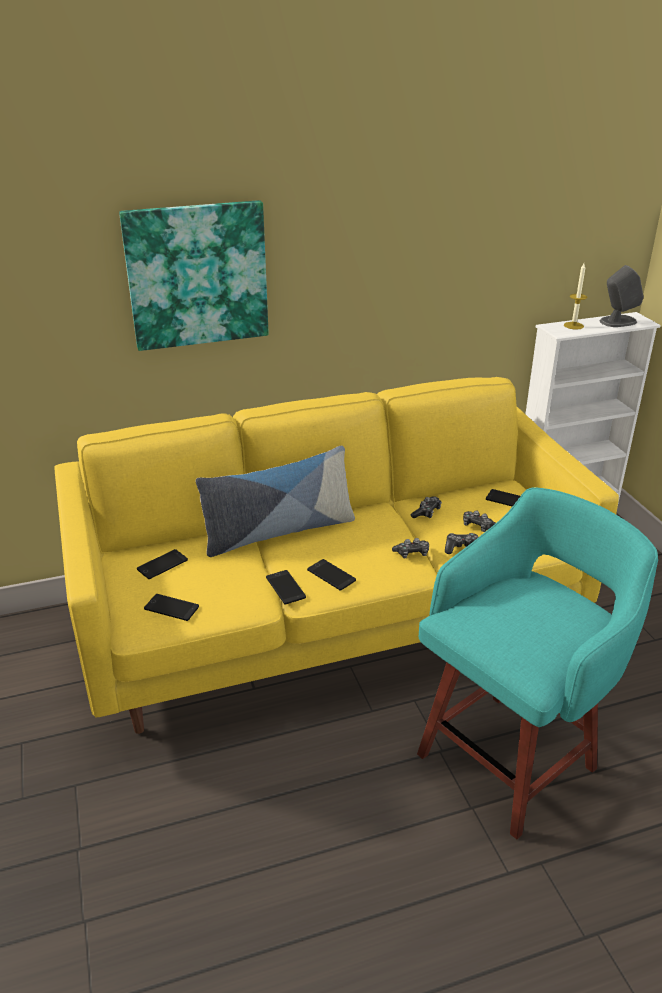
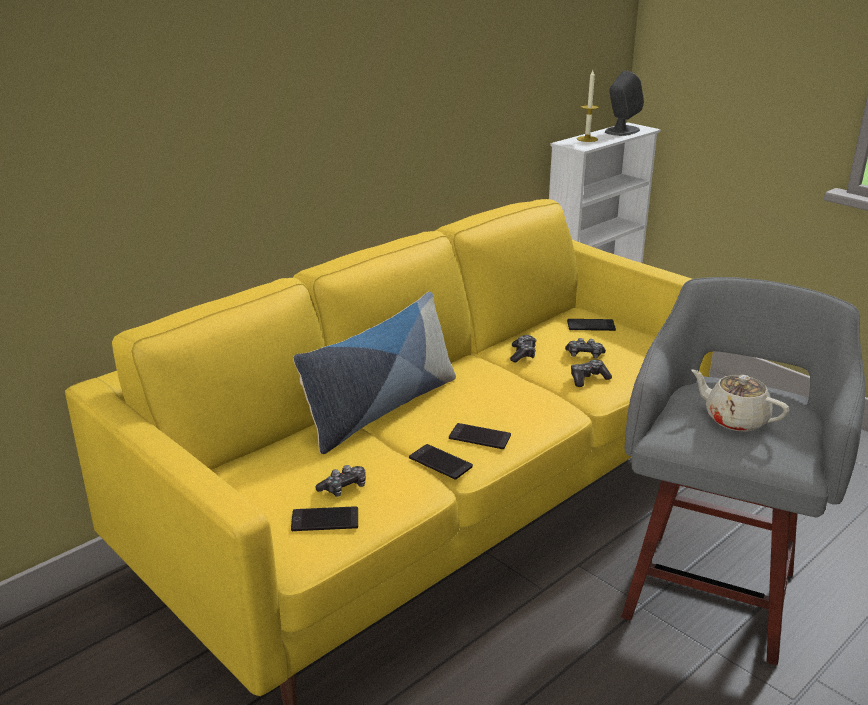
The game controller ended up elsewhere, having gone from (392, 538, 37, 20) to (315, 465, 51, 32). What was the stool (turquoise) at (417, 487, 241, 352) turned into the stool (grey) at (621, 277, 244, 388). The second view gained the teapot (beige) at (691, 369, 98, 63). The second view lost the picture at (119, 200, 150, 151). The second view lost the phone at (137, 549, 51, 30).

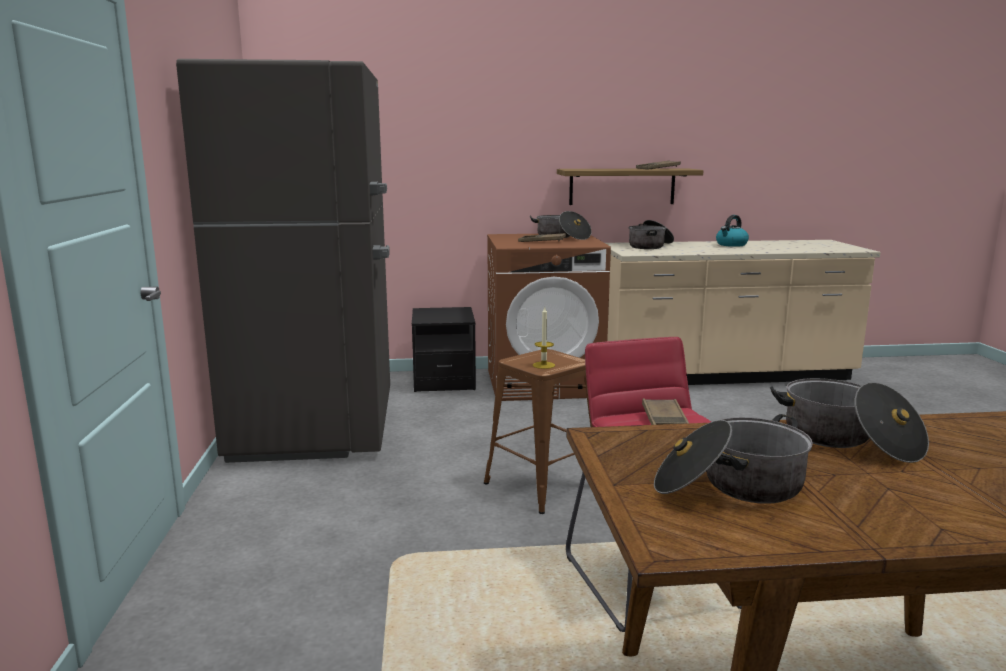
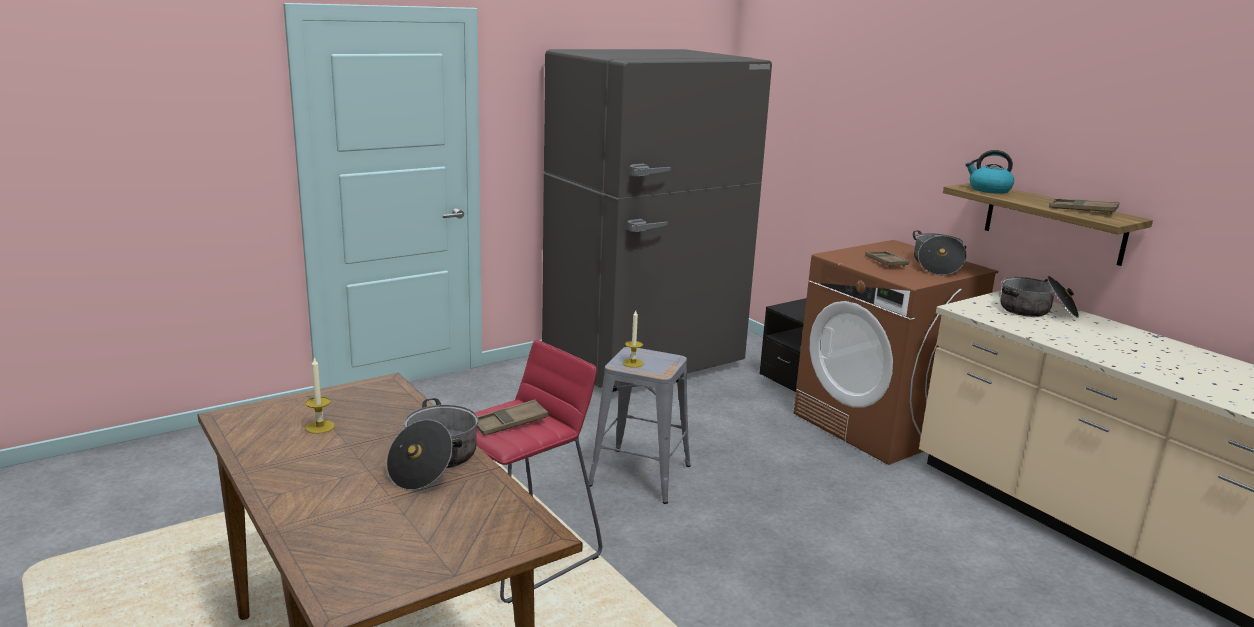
Where the cooking pot stood at (654, 414, 159, 90), the candle came to stand at (305, 357, 30, 77). What was the stool (brown) at (484, 349, 109, 165) turned into the stool (grey) at (589, 347, 102, 157). The kettle ended up elsewhere, having gone from (716, 215, 33, 32) to (965, 150, 49, 44).

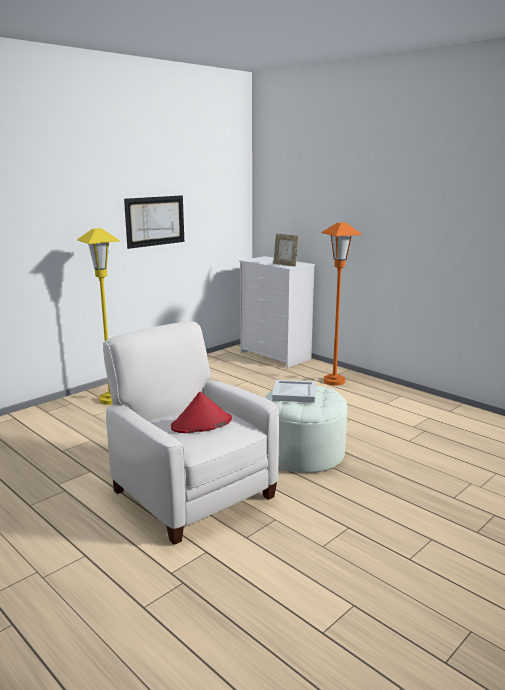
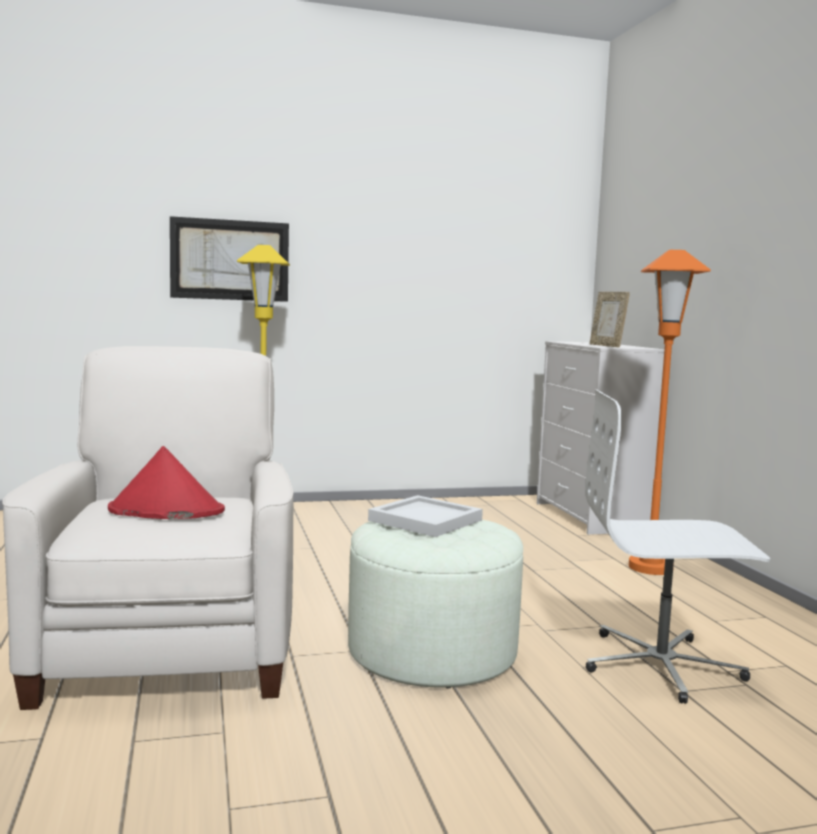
The picture ended up elsewhere, having gone from (124, 195, 60, 54) to (170, 216, 119, 86). The second view gained the office chair (white) at (585, 389, 185, 315).

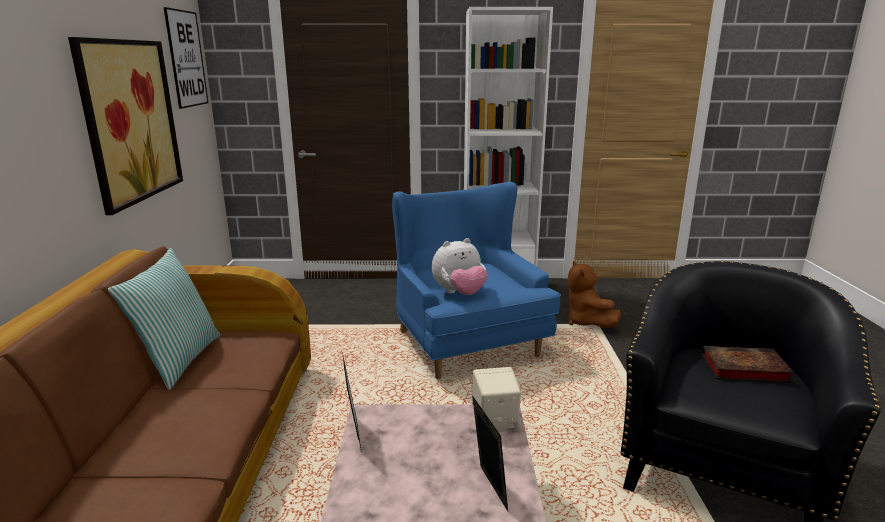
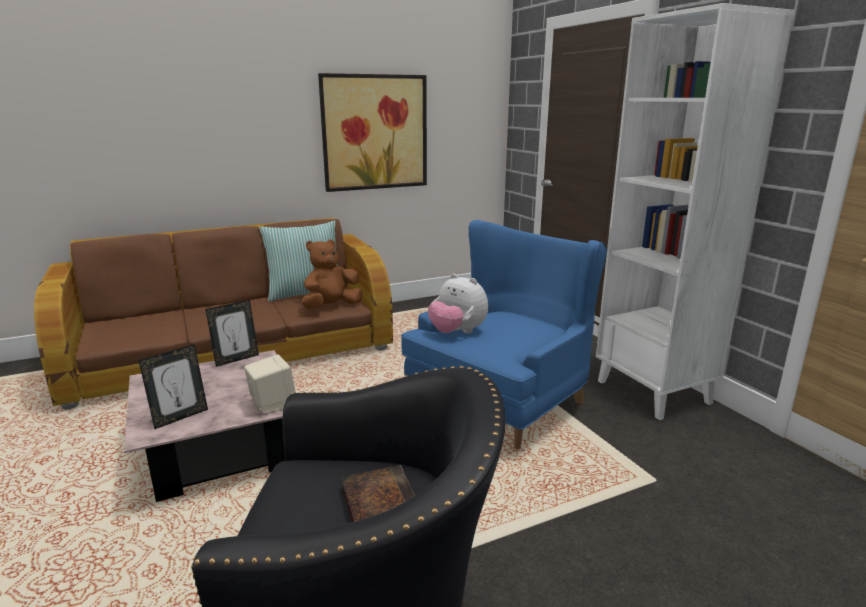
The plush toy (brown) ended up elsewhere, having gone from (568, 261, 53, 67) to (302, 239, 60, 70). The second view lost the picture at (164, 7, 44, 102).

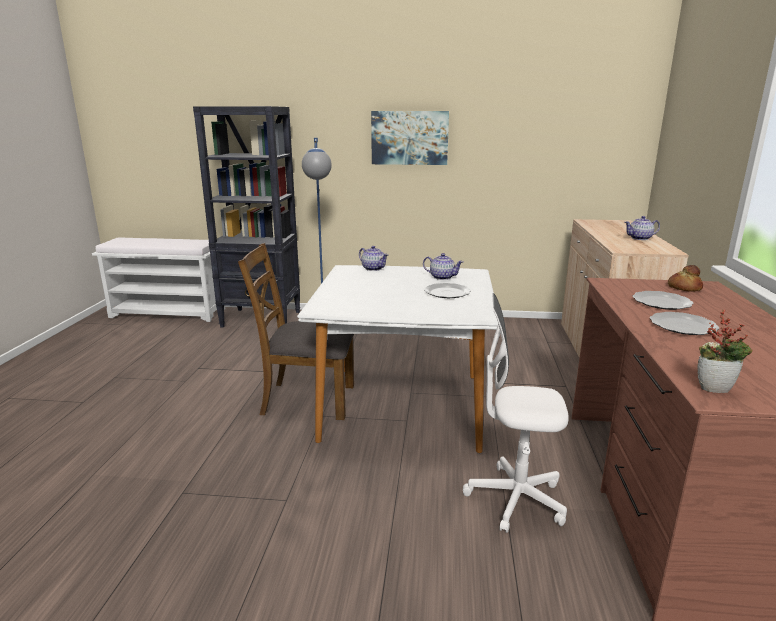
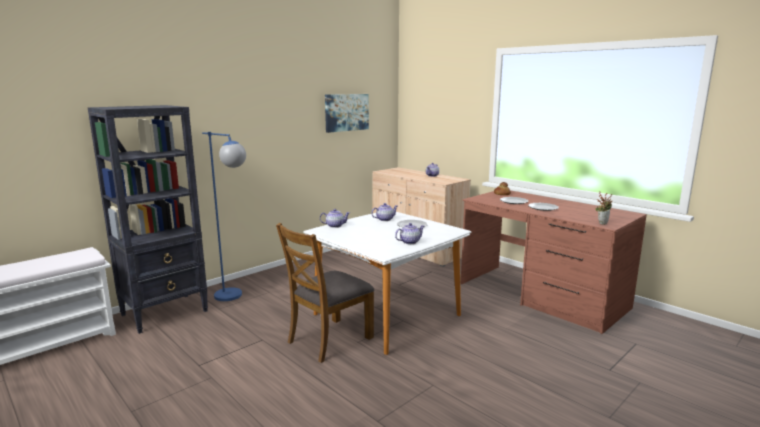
The picture ended up elsewhere, having gone from (371, 111, 78, 54) to (325, 94, 44, 39). The second view gained the teapot at (395, 223, 29, 21). The second view lost the office chair (white) at (463, 293, 106, 240).

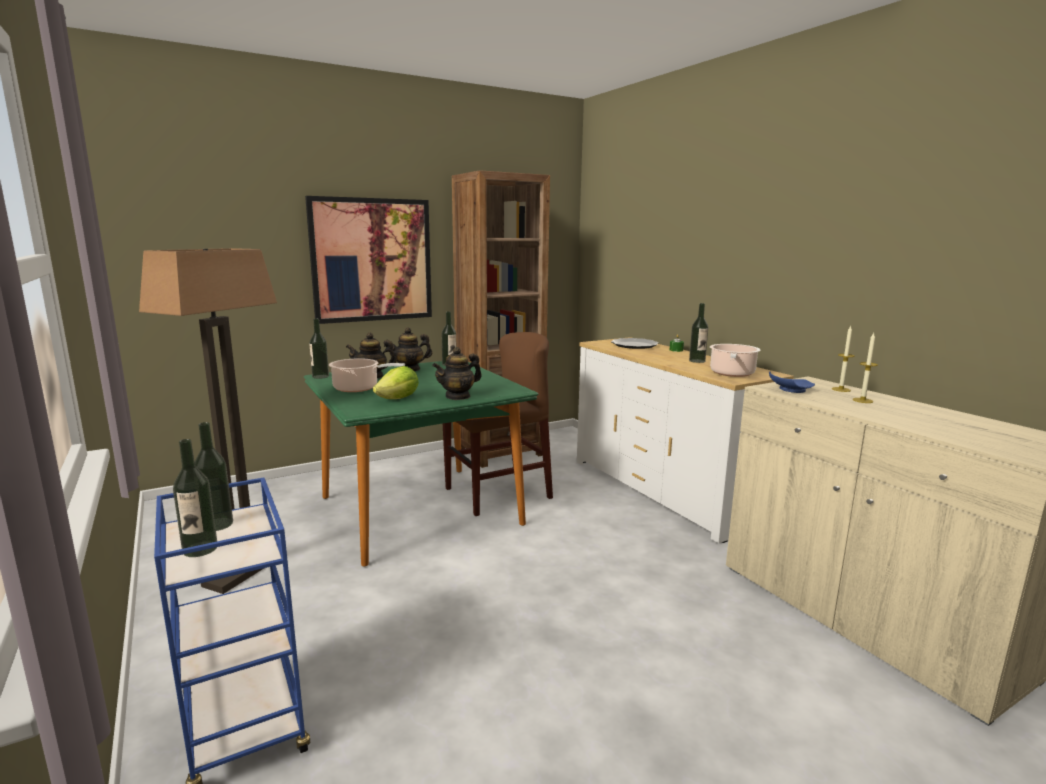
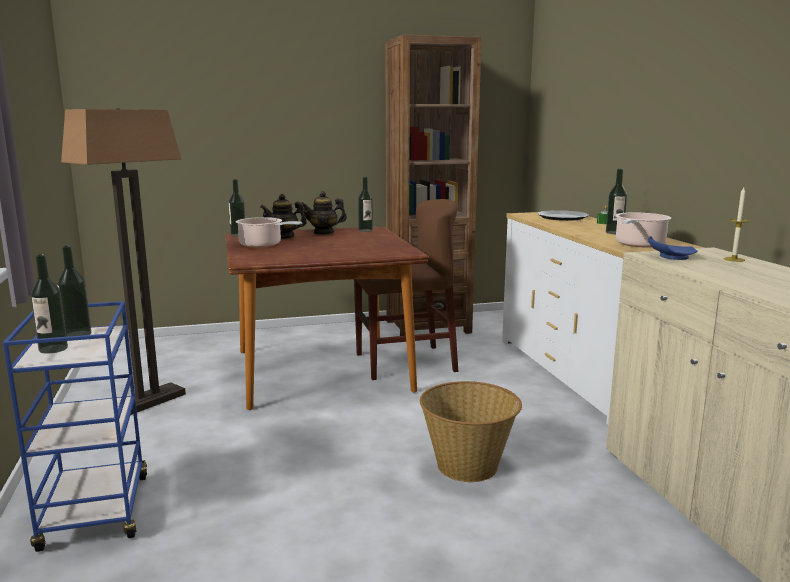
What was the dining table (green) at (304, 361, 234, 205) turned into the dining table (brown) at (225, 227, 204, 183). The second view gained the basket at (420, 381, 102, 101). The second view lost the picture at (305, 196, 127, 128). The second view lost the lettuce at (373, 366, 46, 33). The second view lost the teapot at (432, 347, 50, 53). The second view lost the candle at (852, 333, 26, 70).

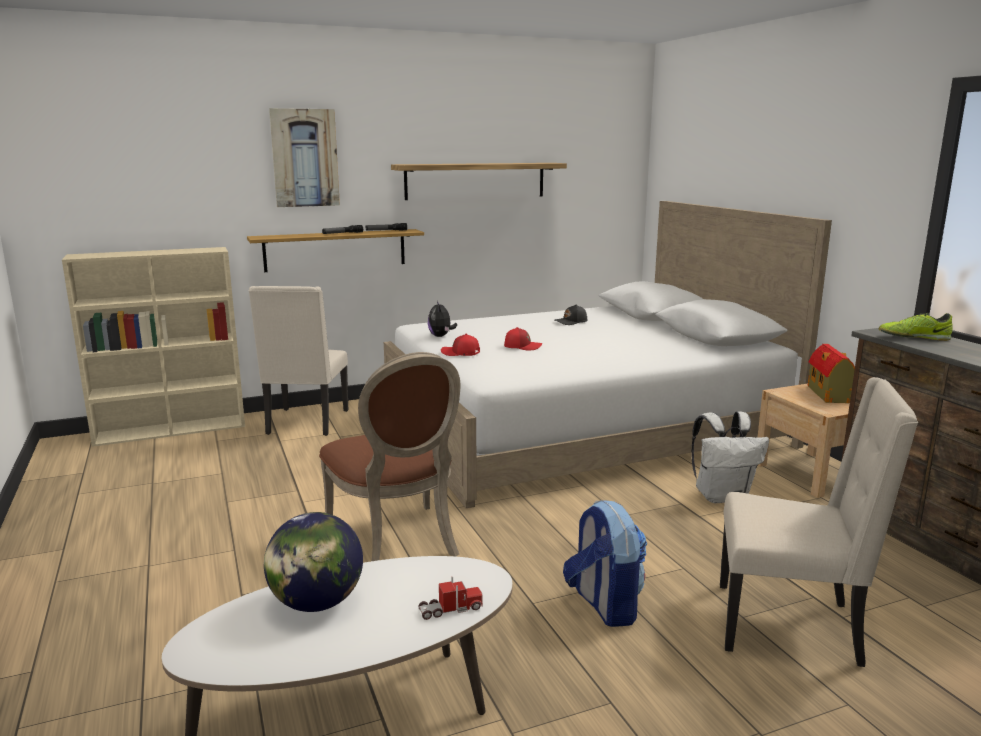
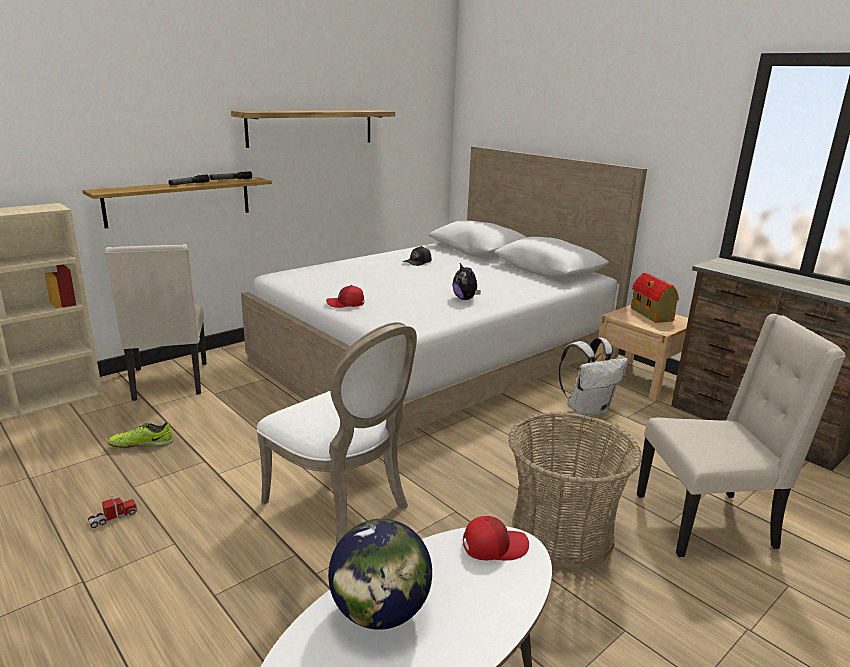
The toy truck ended up elsewhere, having gone from (418, 576, 65, 44) to (88, 495, 49, 33). The shoe ended up elsewhere, having gone from (879, 313, 74, 28) to (108, 422, 65, 26). What was the chair (brown) at (319, 352, 141, 209) turned into the chair (white) at (256, 322, 161, 222). The plush toy ended up elsewhere, having gone from (428, 301, 29, 36) to (453, 263, 28, 37). The cap (red) ended up elsewhere, having gone from (504, 327, 38, 24) to (463, 516, 66, 44). Where the backpack stood at (563, 500, 84, 127), the basket came to stand at (508, 412, 134, 157). The second view lost the picture at (269, 108, 71, 99).

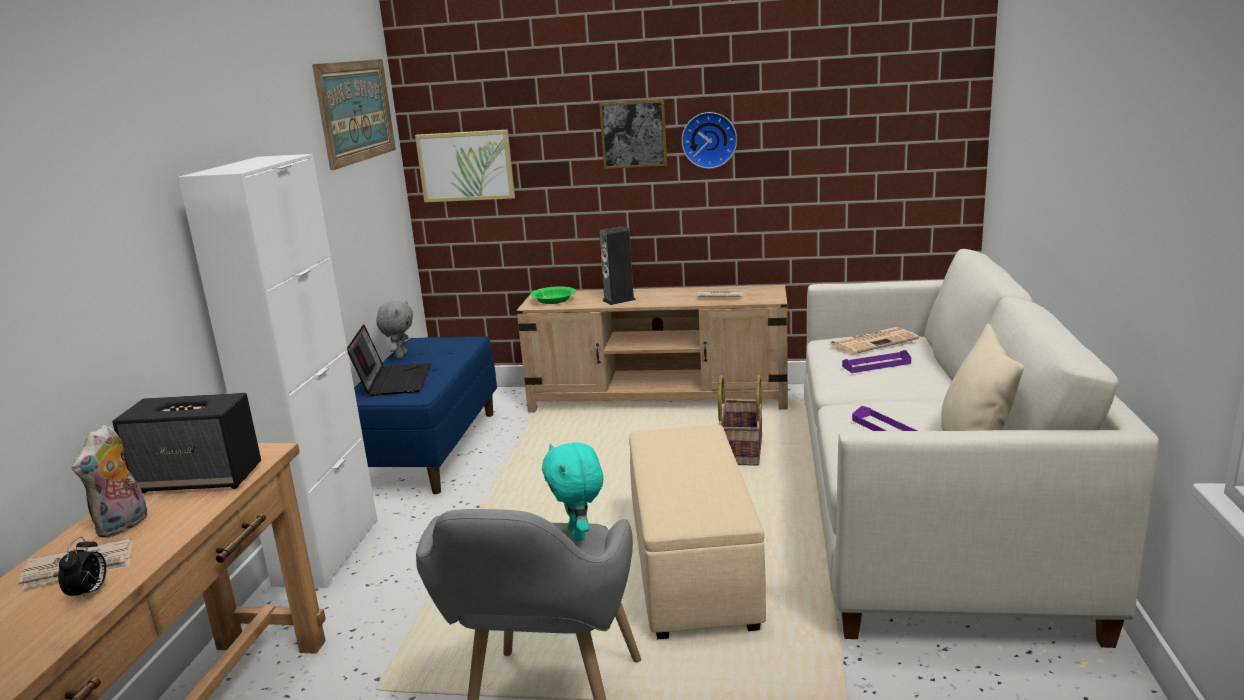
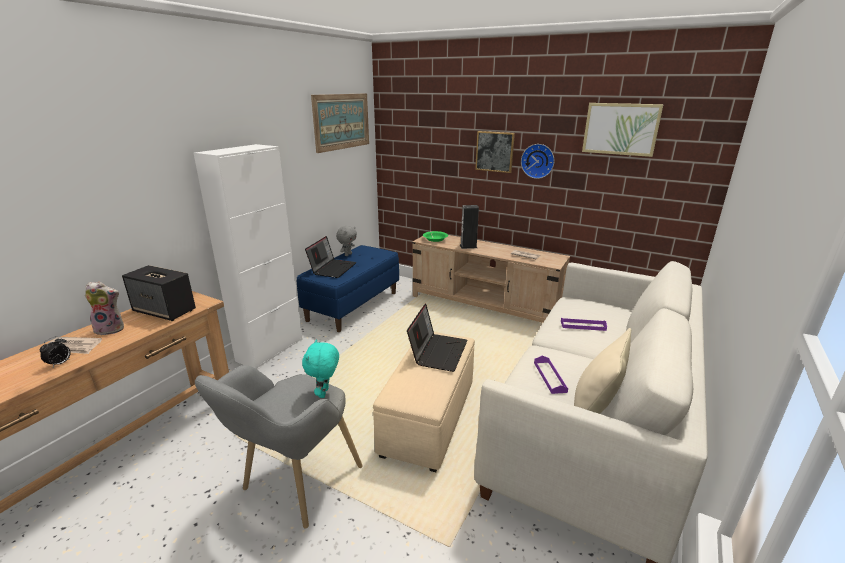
The plush toy at (72, 425, 75, 113) ended up facing another way, 135 degrees counterclockwise from before. The second view gained the laptop at (407, 303, 61, 69). The picture ended up elsewhere, having gone from (415, 130, 100, 73) to (582, 103, 82, 54). The second view lost the basket at (718, 375, 45, 91). The second view lost the newspaper at (830, 327, 89, 27).

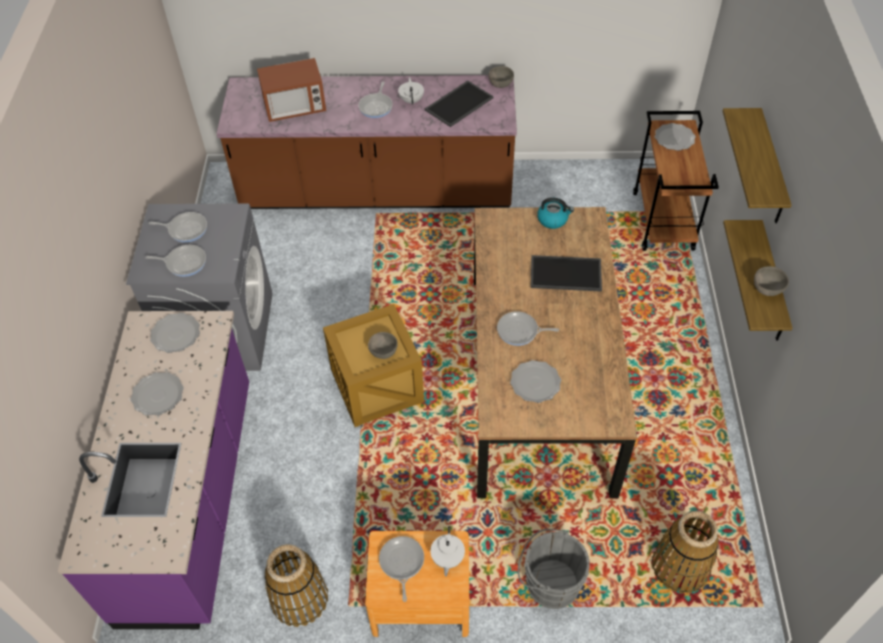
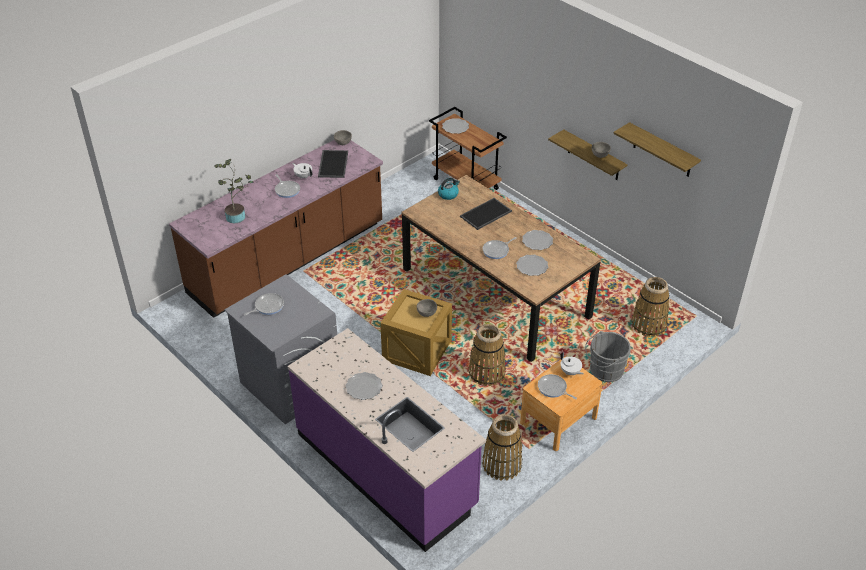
Where the microwave stood at (257, 58, 69, 64), the potted plant came to stand at (214, 159, 39, 64). The second view gained the basket at (469, 324, 37, 62). The plate ended up elsewhere, having gone from (150, 313, 50, 40) to (522, 230, 31, 20). The shelf ended up elsewhere, having gone from (723, 108, 69, 115) to (613, 122, 88, 55). The second view lost the frying pan at (146, 245, 60, 32).

